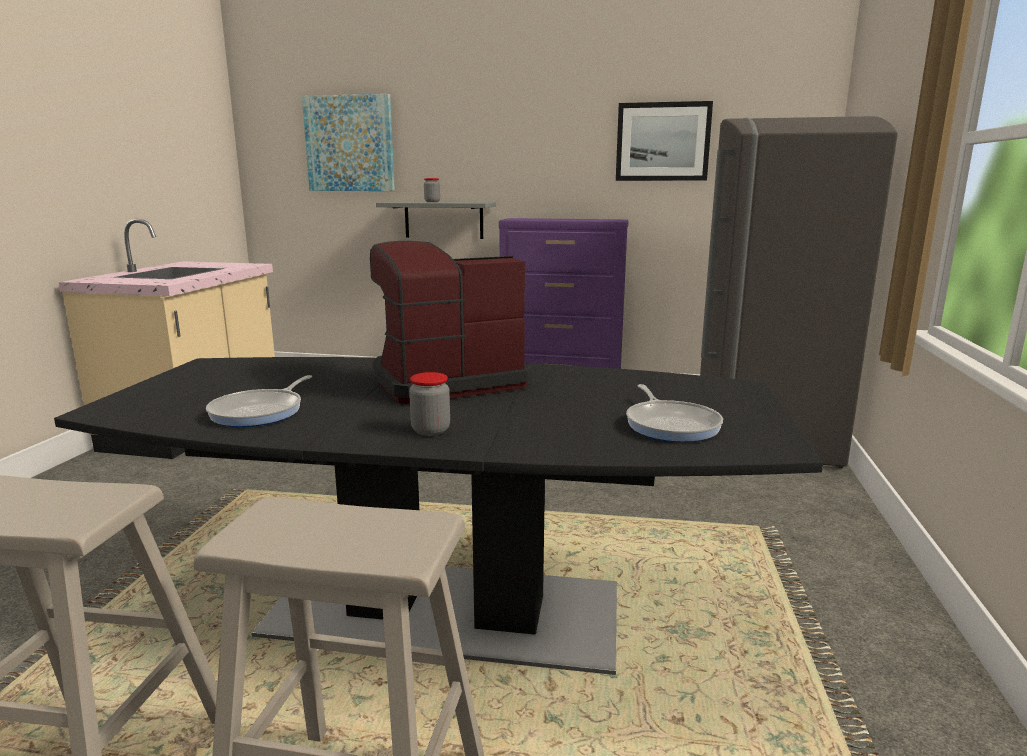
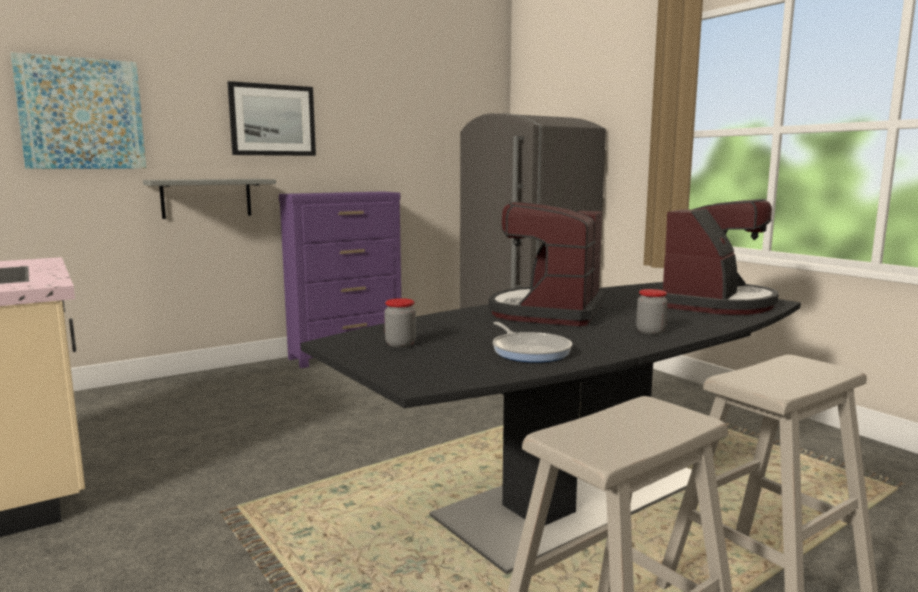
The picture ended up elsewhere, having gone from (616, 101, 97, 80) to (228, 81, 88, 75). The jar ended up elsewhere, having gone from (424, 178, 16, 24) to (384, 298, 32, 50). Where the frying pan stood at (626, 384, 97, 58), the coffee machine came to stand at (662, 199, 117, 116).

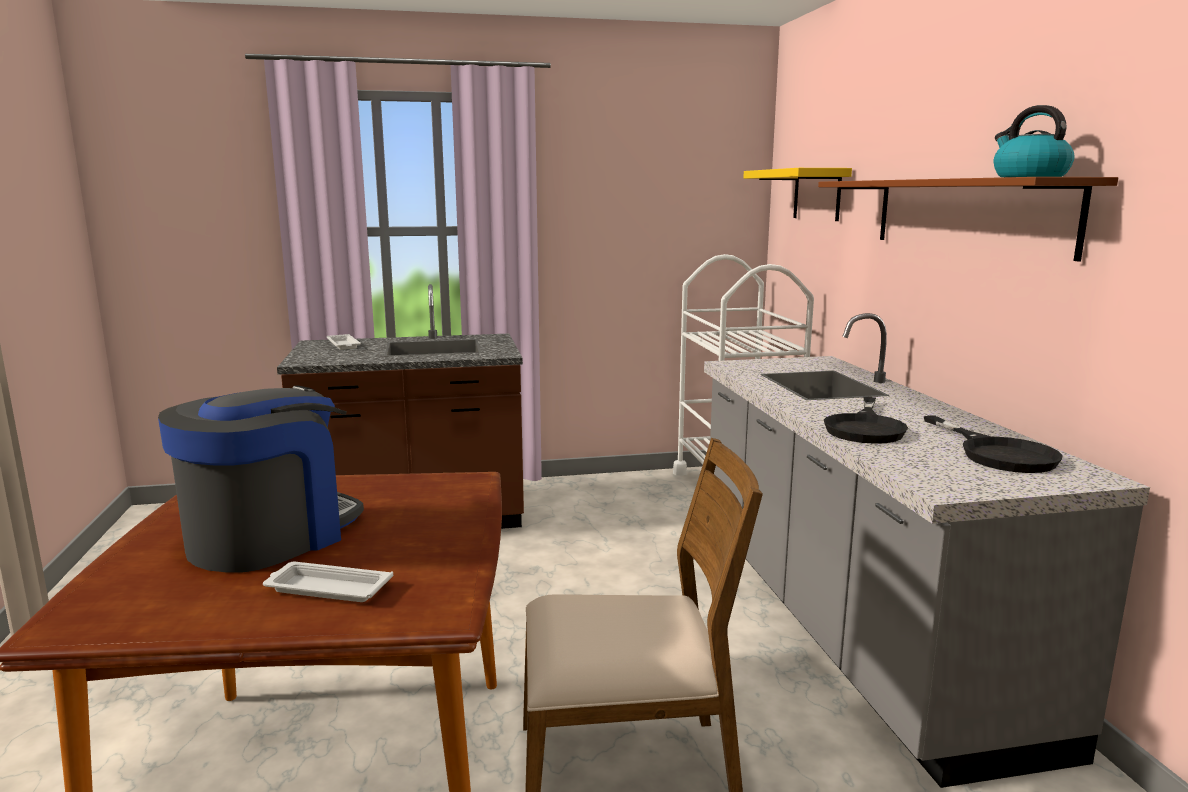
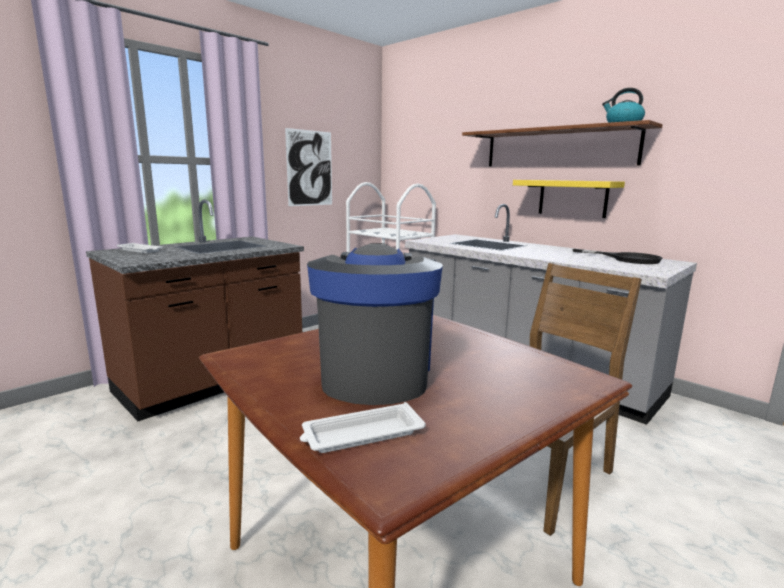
The second view gained the picture at (285, 128, 47, 78). The tray (white) ended up elsewhere, having gone from (263, 562, 130, 40) to (300, 402, 126, 51). The shelf (yellow) ended up elsewhere, having gone from (743, 168, 109, 53) to (513, 180, 112, 38). The second view lost the frying pan (black) at (824, 397, 84, 47).

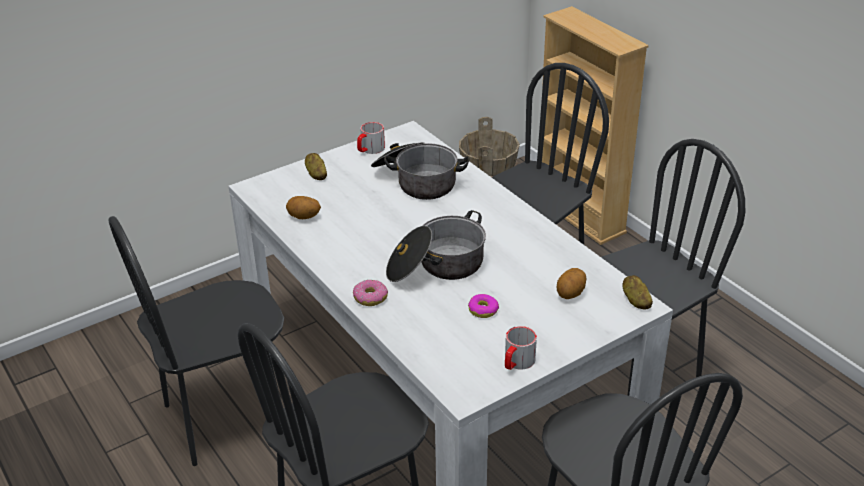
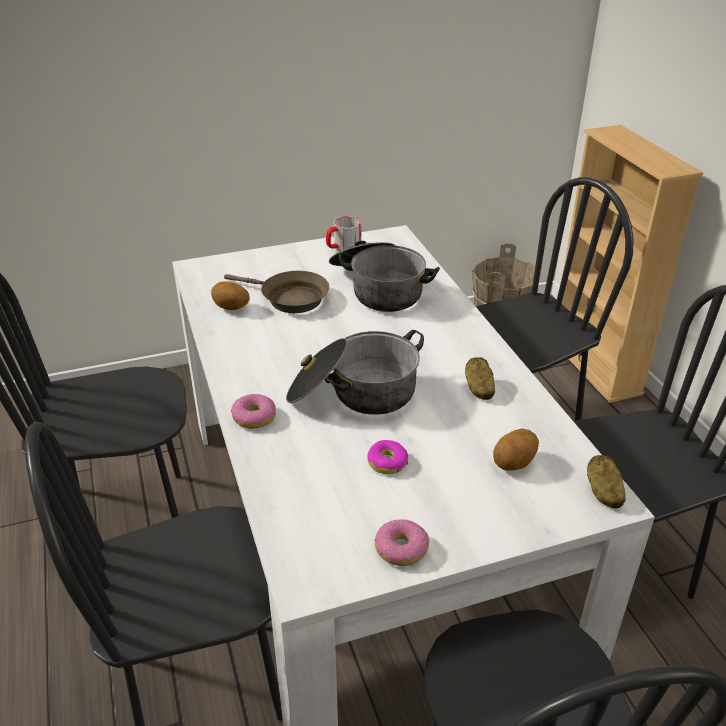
The second view gained the frying pan (brown) at (224, 271, 105, 42). Where the mug stood at (505, 326, 32, 44), the donut came to stand at (374, 520, 55, 46). The potato ended up elsewhere, having gone from (305, 153, 22, 27) to (465, 357, 30, 43).

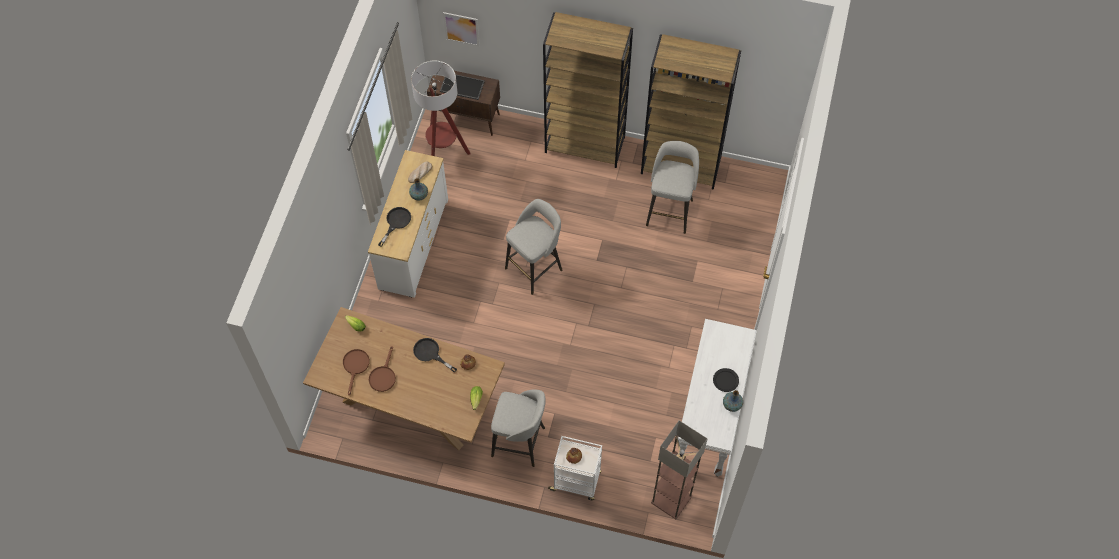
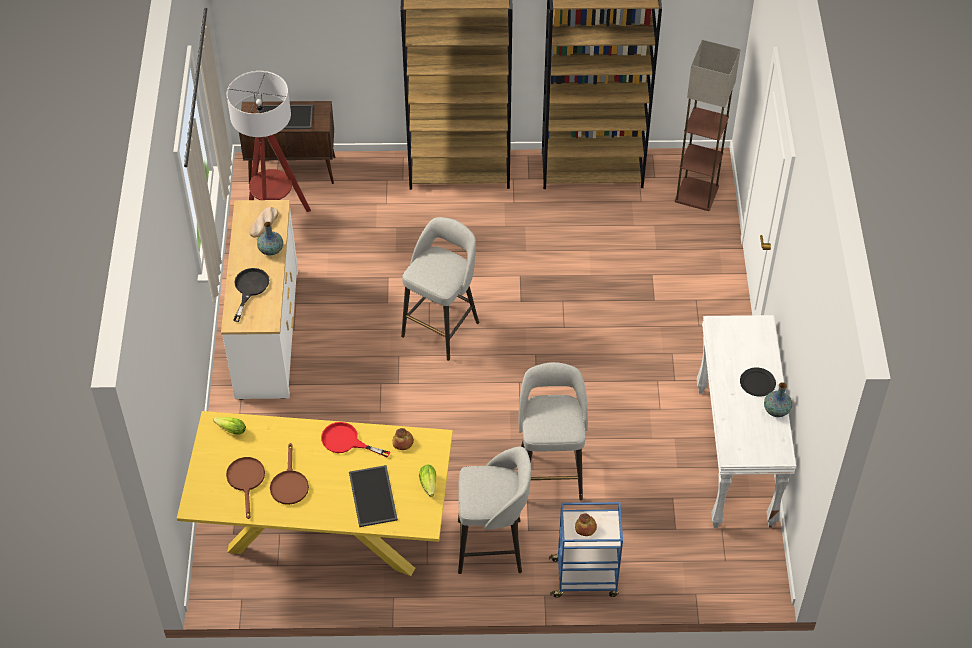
What was the dining table (brown) at (303, 307, 202, 143) turned into the dining table (yellow) at (177, 411, 276, 165). What was the frying pan (black) at (413, 338, 44, 34) turned into the frying pan (red) at (321, 422, 69, 35). The second view gained the tray at (349, 465, 49, 62). The stool (grey) ended up elsewhere, having gone from (646, 141, 53, 93) to (519, 362, 69, 139). What was the cart (white) at (548, 436, 54, 64) turned into the cart (blue) at (549, 502, 74, 96). The floor lamp ended up elsewhere, having gone from (651, 421, 57, 98) to (675, 40, 65, 171). The second view lost the picture at (443, 12, 37, 34).

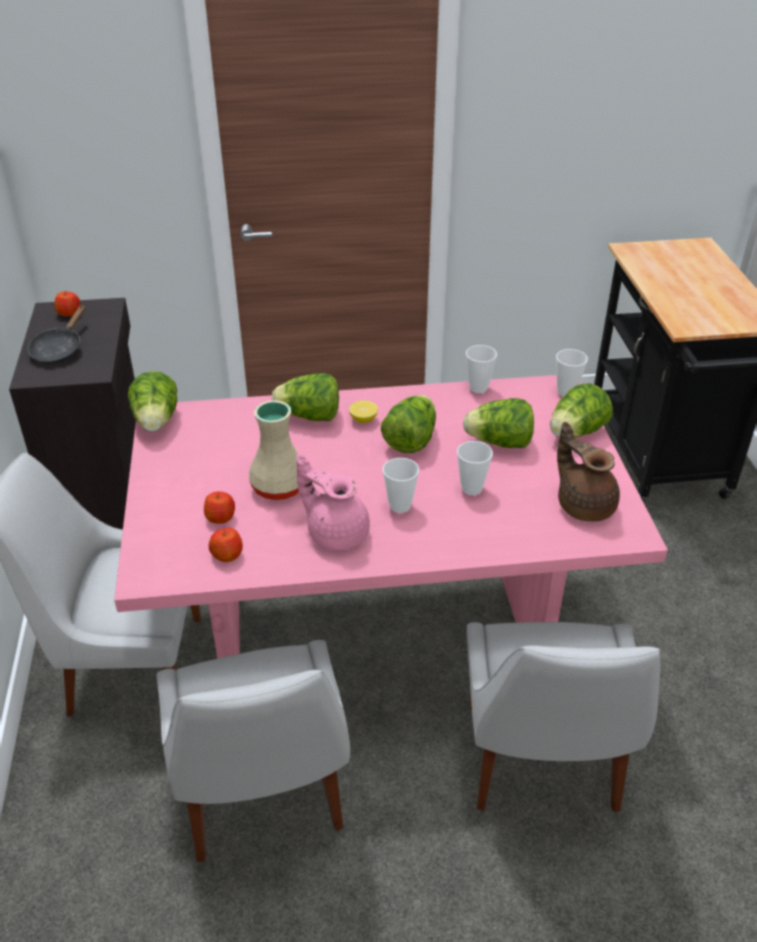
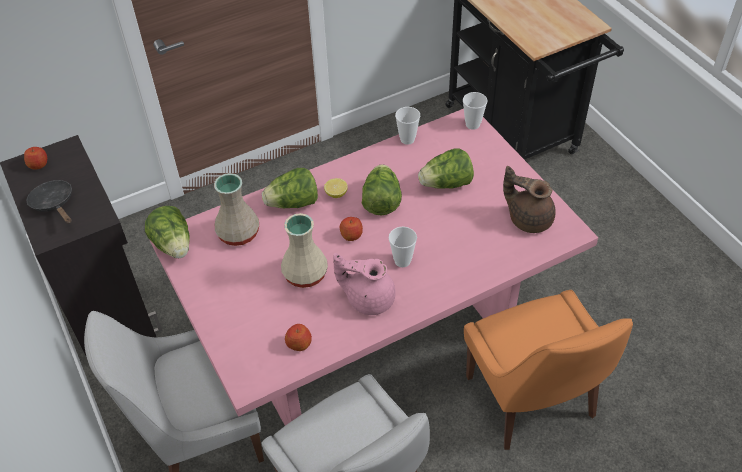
The frying pan (black) at (28, 305, 57, 59) ended up facing another way, 150 degrees clockwise from before. The second view gained the vase (beige) at (214, 173, 45, 73). The apple ended up elsewhere, having gone from (204, 492, 31, 32) to (340, 217, 23, 24). What was the chair (white) at (467, 622, 193, 191) turned into the chair (orange) at (464, 290, 169, 160). The second view lost the cup at (457, 441, 36, 54). The second view lost the lettuce at (550, 383, 63, 54).

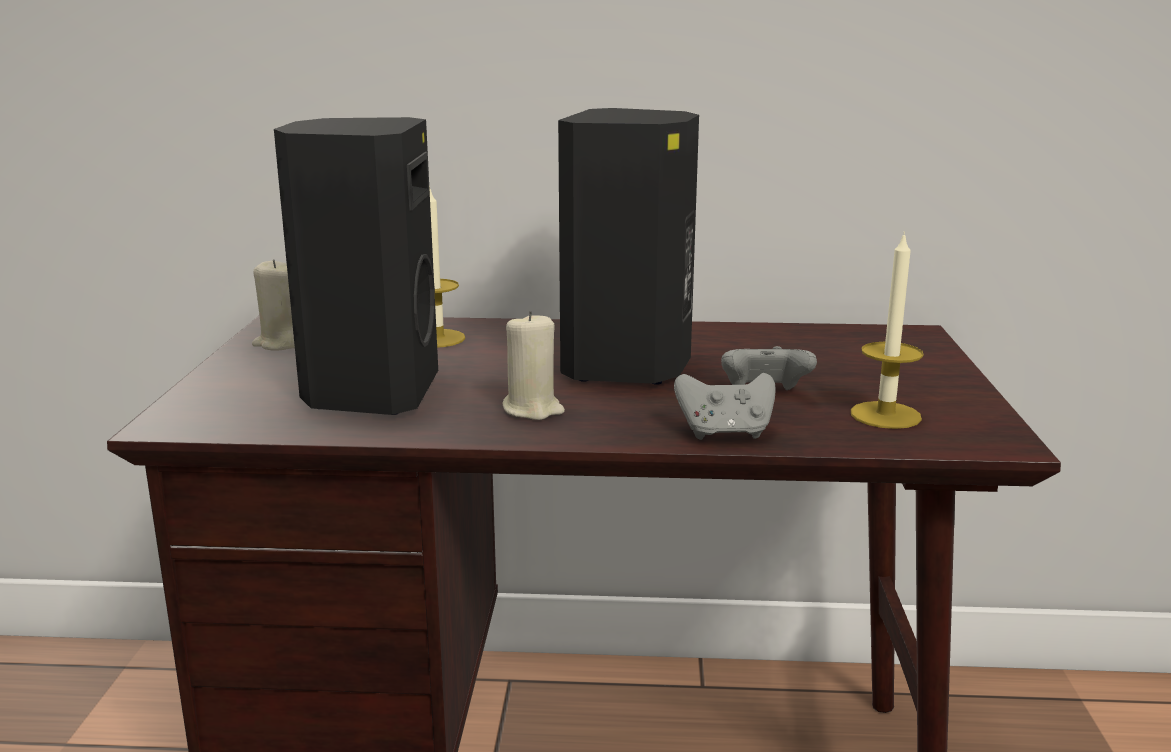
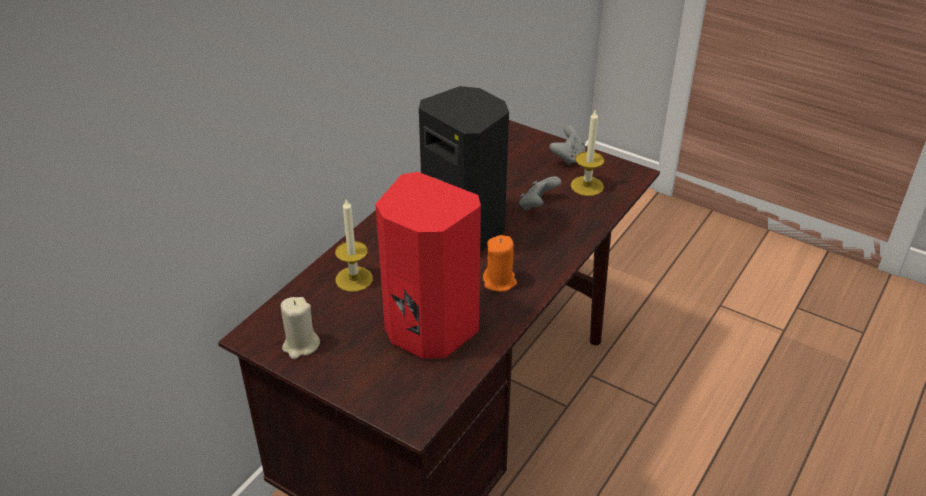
What was the speaker (black) at (274, 117, 164, 298) turned into the speaker (red) at (376, 172, 105, 187). What was the candle (beige) at (502, 311, 63, 109) turned into the candle (orange) at (483, 235, 34, 57). The game controller (grey) ended up elsewhere, having gone from (674, 373, 102, 67) to (549, 125, 37, 41).

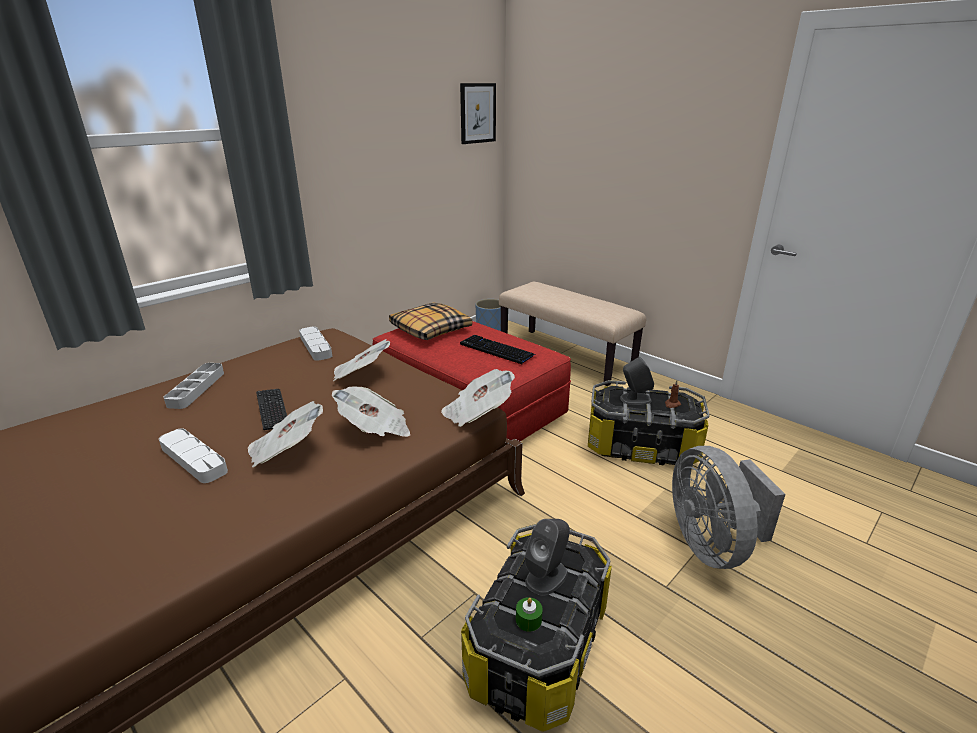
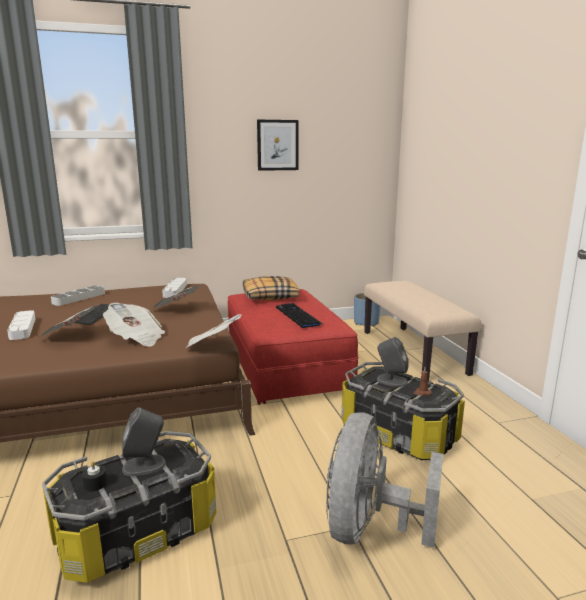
What was the candle (green) at (516, 597, 27, 35) turned into the candle (black) at (82, 461, 25, 31). The picture ended up elsewhere, having gone from (460, 83, 36, 61) to (257, 120, 42, 51).

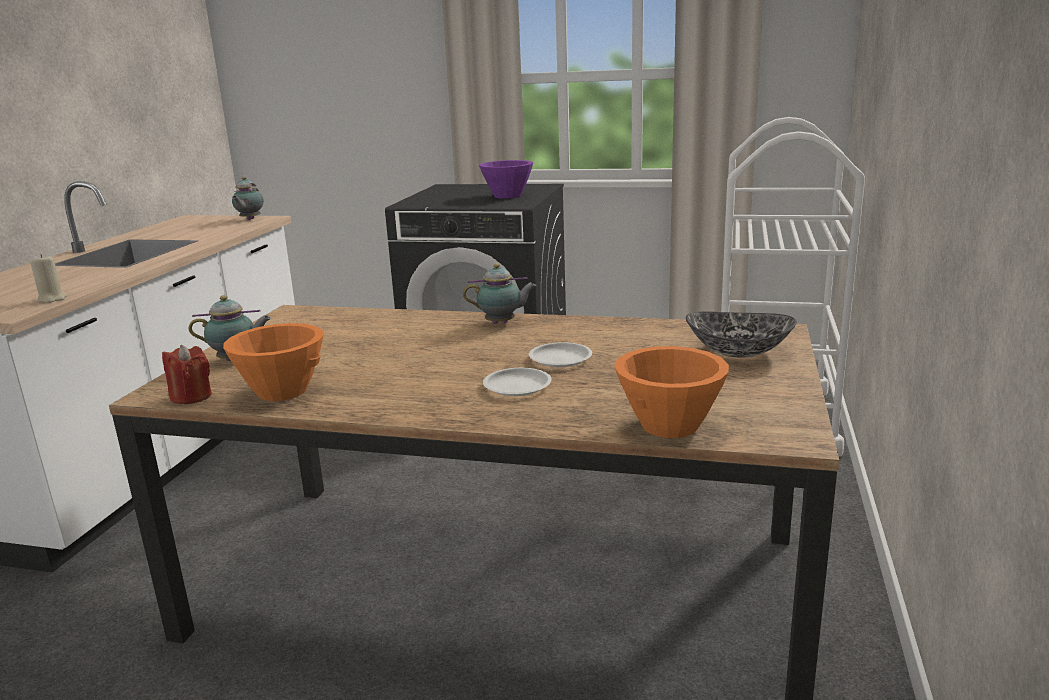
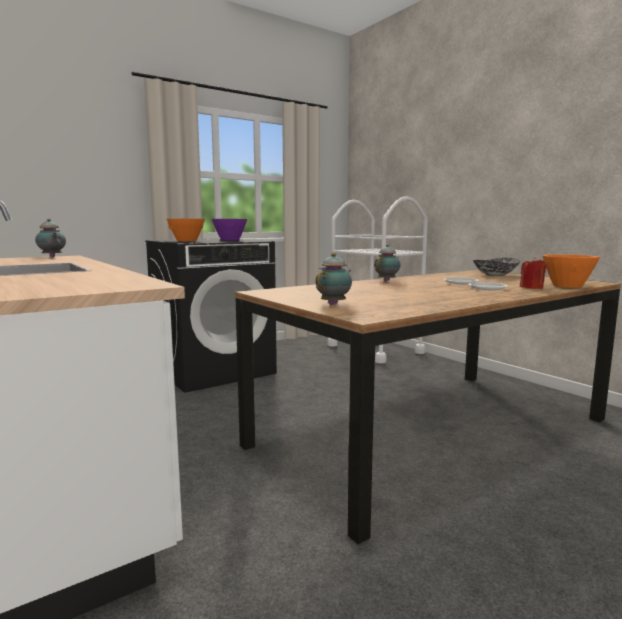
The bowl (orange) ended up elsewhere, having gone from (223, 323, 100, 78) to (167, 219, 38, 22). The candle (red) ended up elsewhere, having gone from (162, 345, 50, 59) to (520, 257, 26, 32). The second view lost the candle (beige) at (30, 254, 37, 49).

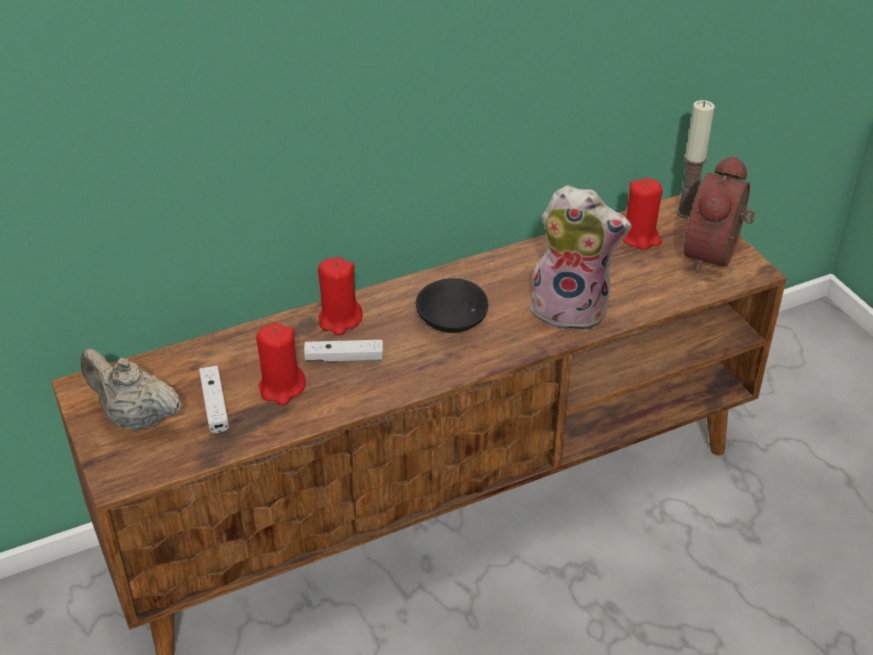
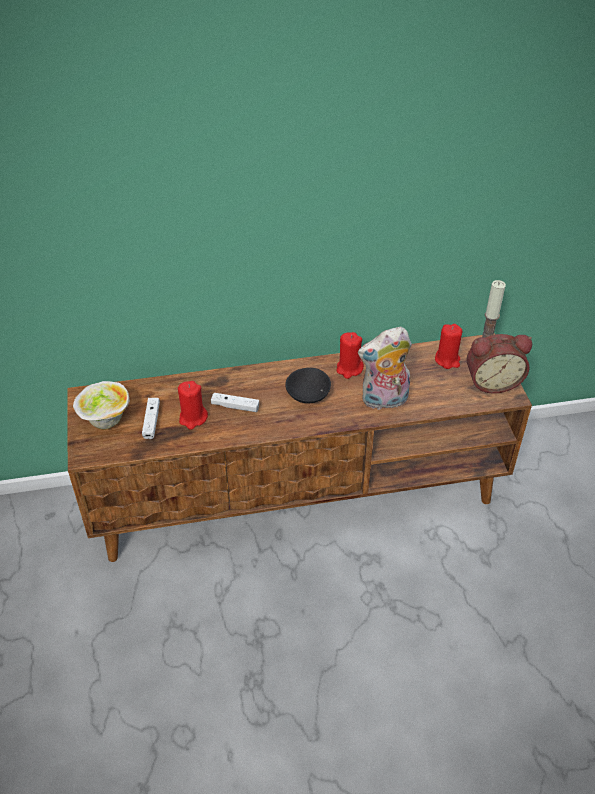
Where the teapot (beige) stood at (80, 349, 102, 83), the bowl came to stand at (73, 381, 57, 48). The candle (red) ended up elsewhere, having gone from (318, 257, 45, 78) to (337, 332, 27, 47). The plush toy at (527, 185, 104, 147) ended up facing another way, 135 degrees clockwise from before. The alarm clock at (684, 155, 71, 118) ended up facing another way, 135 degrees counterclockwise from before.

